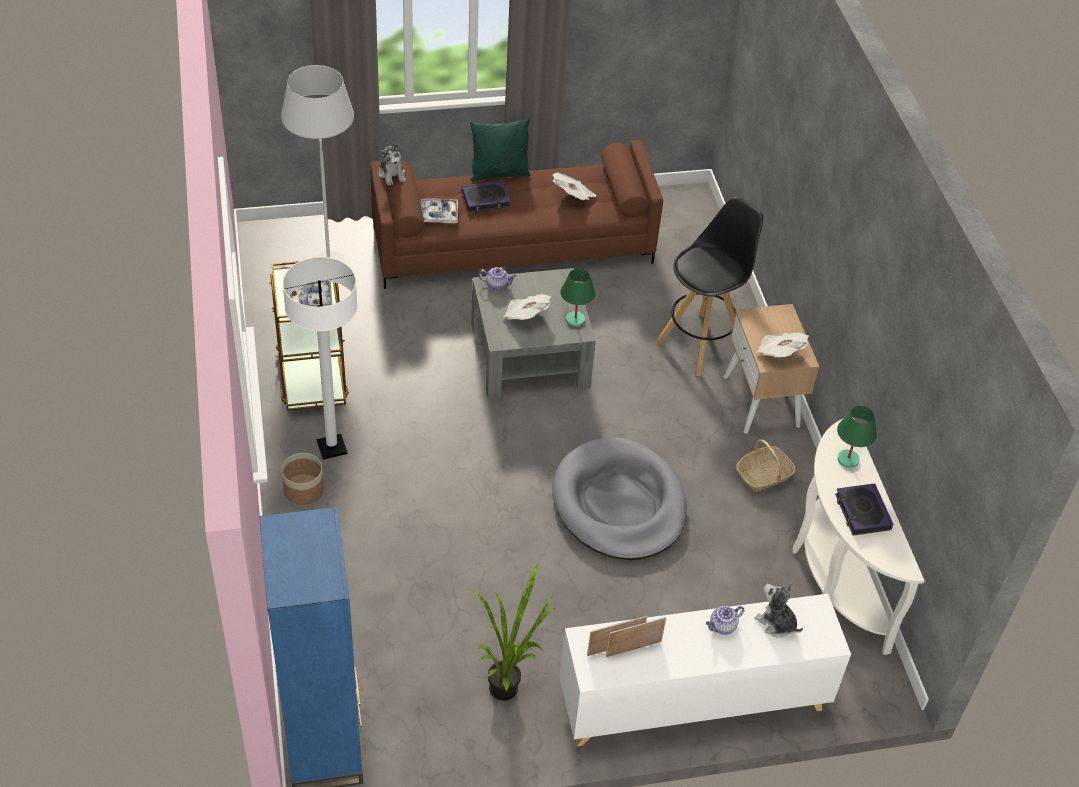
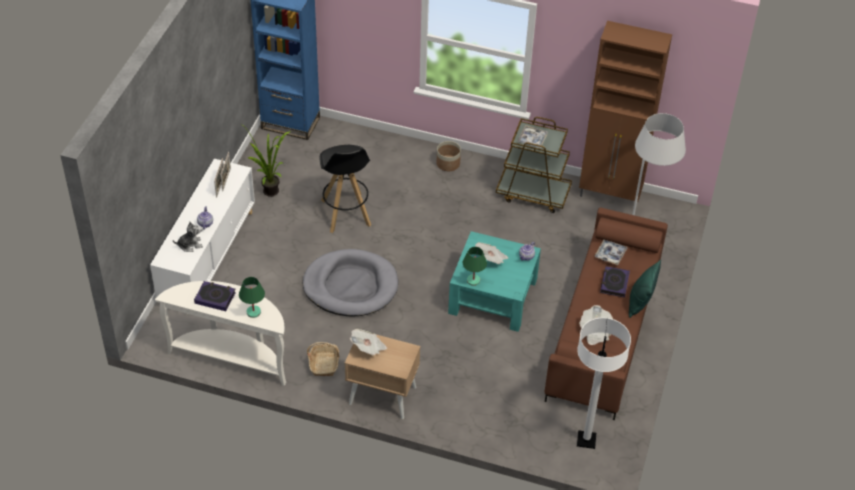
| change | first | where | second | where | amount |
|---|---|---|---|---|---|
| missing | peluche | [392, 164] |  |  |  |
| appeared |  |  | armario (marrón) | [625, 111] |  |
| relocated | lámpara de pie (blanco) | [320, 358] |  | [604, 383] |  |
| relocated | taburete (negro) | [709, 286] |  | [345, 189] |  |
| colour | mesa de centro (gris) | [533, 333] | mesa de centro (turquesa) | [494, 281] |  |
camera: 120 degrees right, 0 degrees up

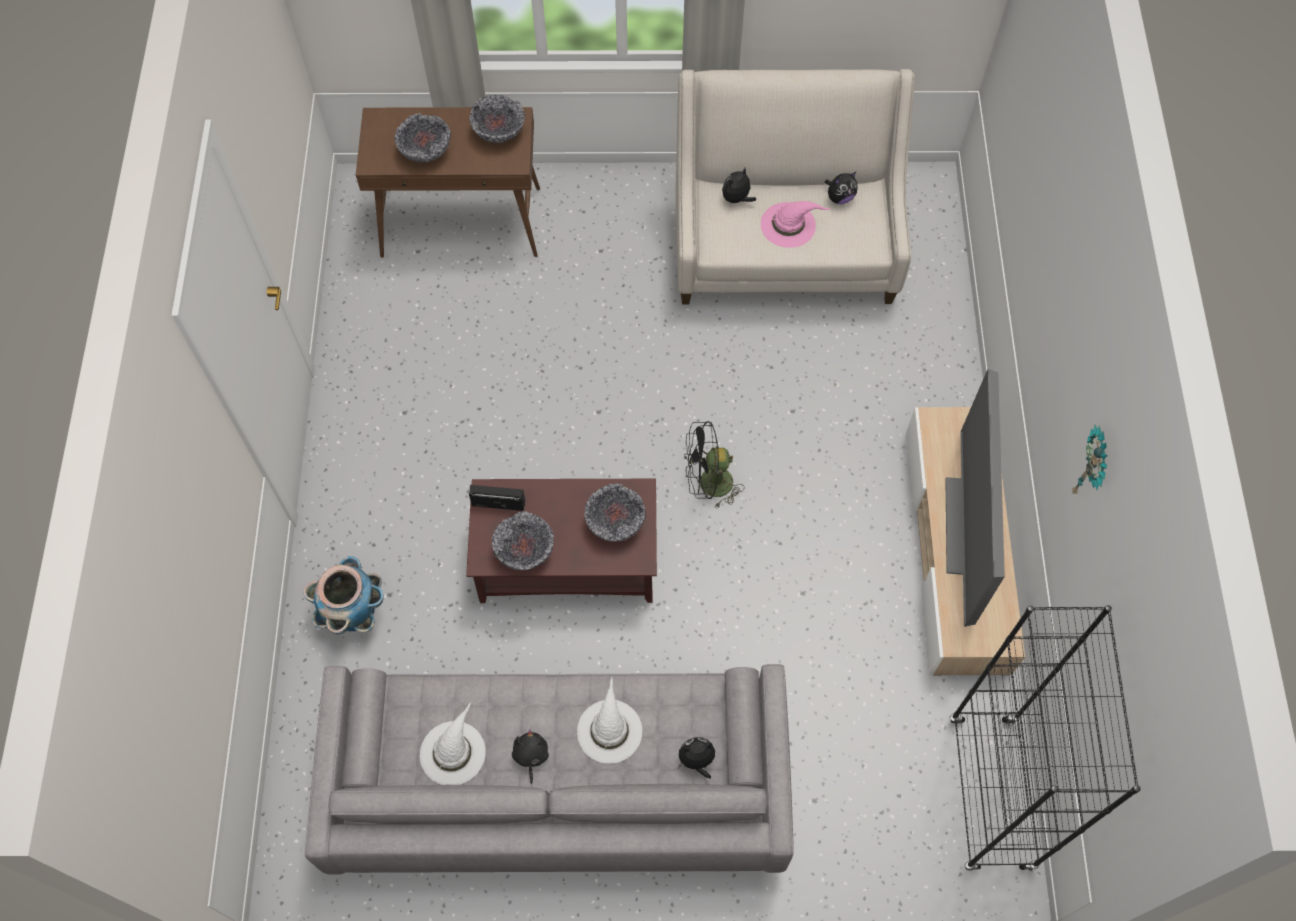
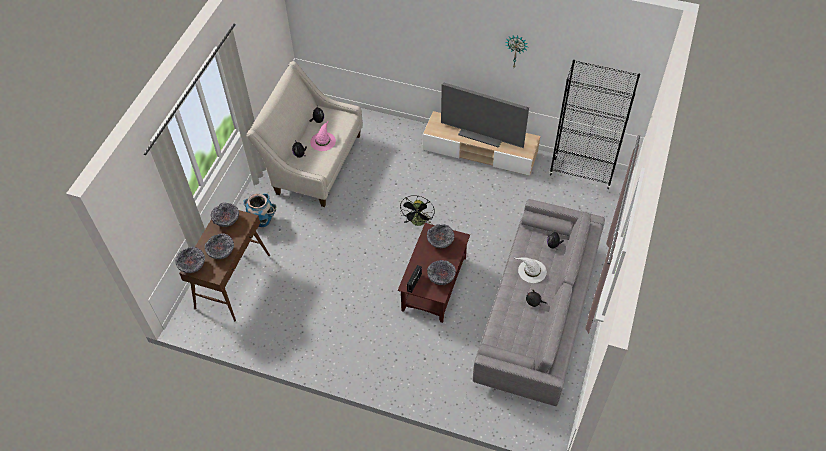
| change | first | where | second | where | amount |
|---|---|---|---|---|---|
| missing | sombrero (blanco) | [453, 743] |  |  |  |
| appeared |  |  | cuenco | [190, 260] |  |
| relocated | maceta | [343, 595] |  | [260, 210] |  |
camera: 70 degrees left, 10 degrees down

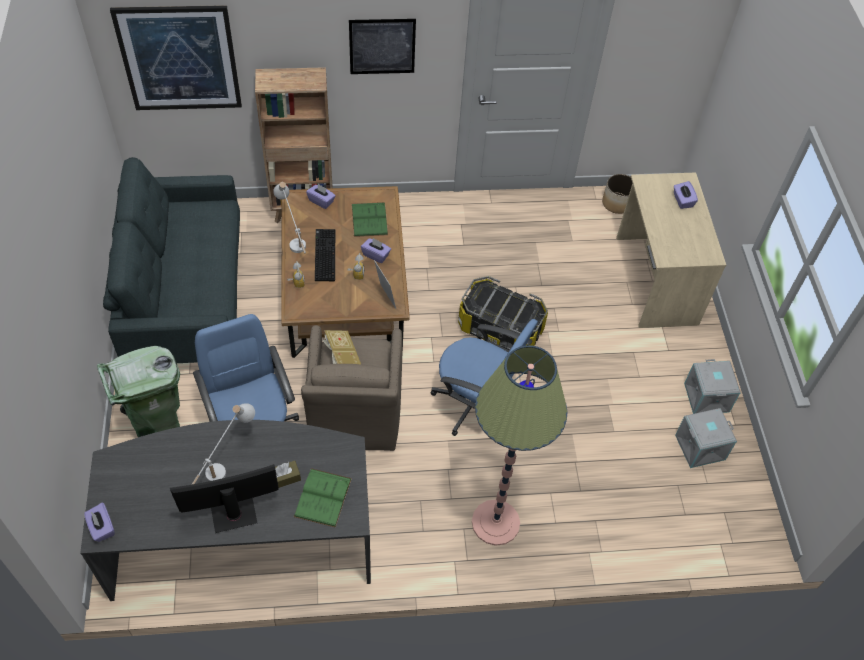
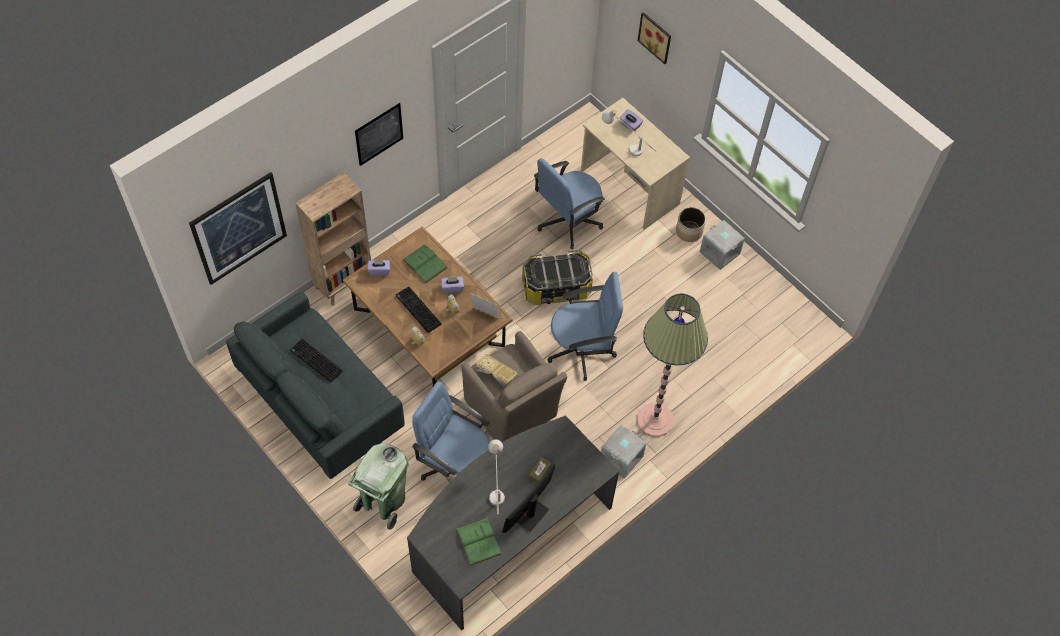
| change | first | where | second | where | amount |
|---|---|---|---|---|---|
| missing | caja de pañuelos (morado) | [99, 522] |  |  |  |
| appeared |  |  | teclado | [316, 360] |  |
| appeared |  |  | silla de oficina (azul) | [569, 203] |  |
| appeared |  |  | cuadro | [654, 38] |  |
| relocated | lámpara de mesa (blanco) | [289, 217] |  | [629, 132] |  |
| relocated | libro (verde) | [323, 498] |  | [479, 541] |  |
| relocated | maceta | [617, 194] |  | [691, 224] |  |
| relocated | caja de almacenaje (gris) | [706, 438] |  | [624, 452] |  |
camera: 35 degrees left, 5 degrees up

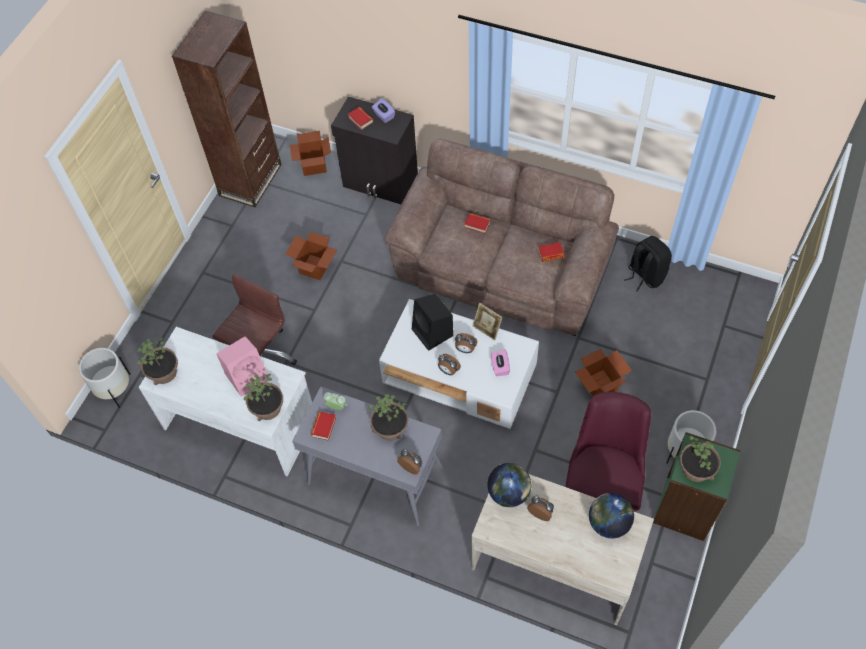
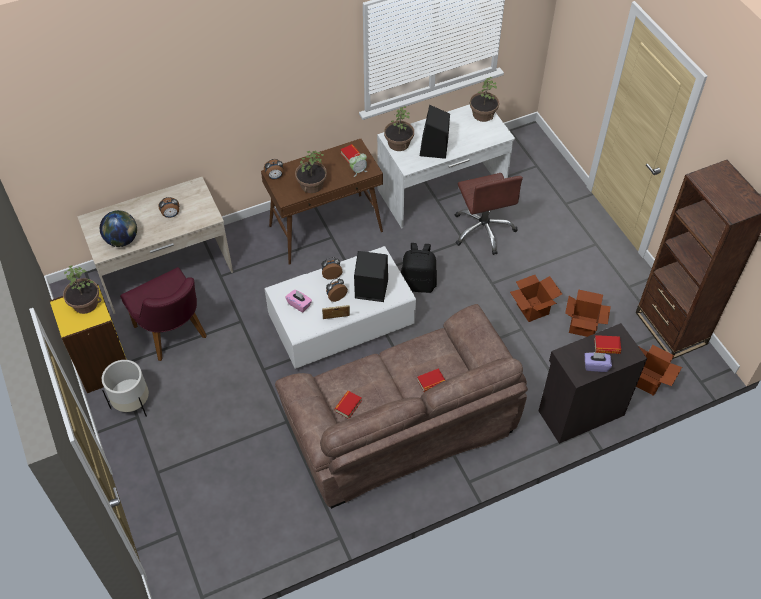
| change | first | where | second | where | amount |
|---|---|---|---|---|---|
| missing | maceta (blanco) | [105, 378] |  |  |  |
| missing | globo terráqueo | [509, 485] |  |  |  |
| relocated | caja de cartón | [603, 372] |  | [588, 313] |  |
| relocated | mochila (negro) | [648, 264] |  | [419, 268] |  |
| colour | altavoz (rosa) | [243, 367] | altavoz (negro) | [435, 132] |  |
| colour | mesa consola (gris) | [368, 456] | mesa consola (marrón) | [322, 202] |  |
| colour | estantería (verde) | [697, 486] | estantería (amarillo) | [88, 338] |  |
camera: 130 degrees right, 5 degrees down

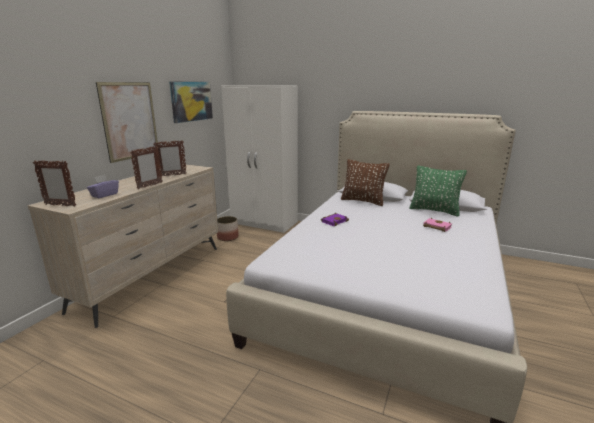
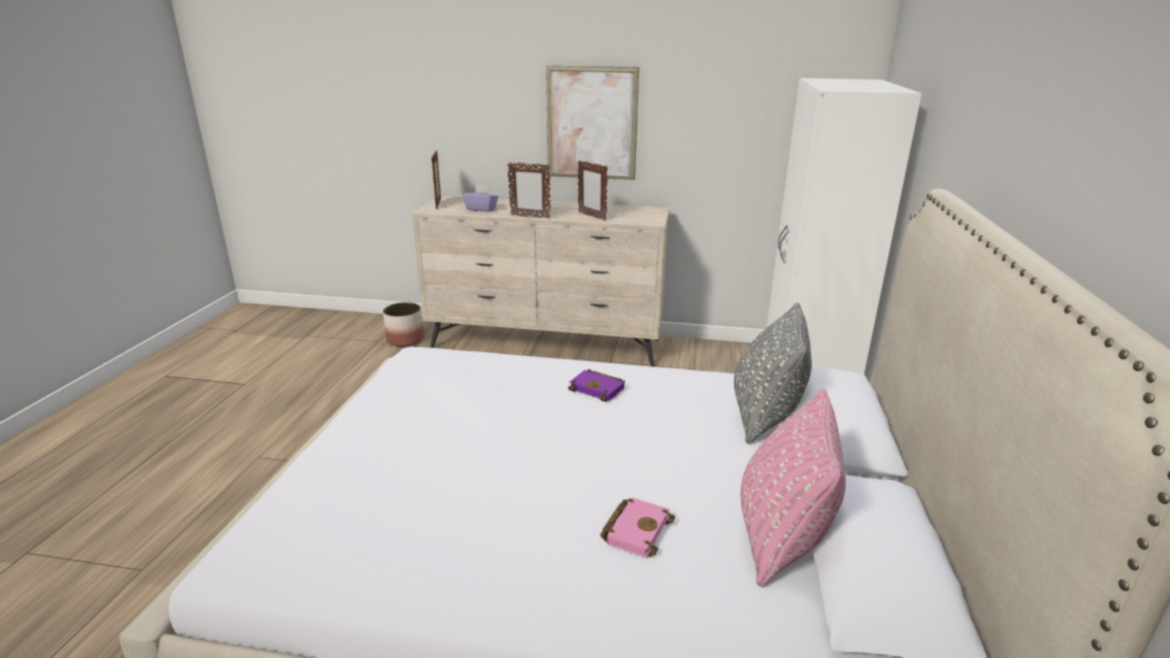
| change | first | where | second | where | amount |
|---|---|---|---|---|---|
| missing | cuadro | [191, 102] |  |  |  |
| relocated | maceta | [228, 228] |  | [403, 324] |  |
| colour | cojín (marrón) | [365, 182] | cojín (gris) | [773, 373] |  |
| colour | cojín (verde) | [438, 191] | cojín (rosa) | [793, 488] |  |
camera: 75 degrees right, 5 degrees up

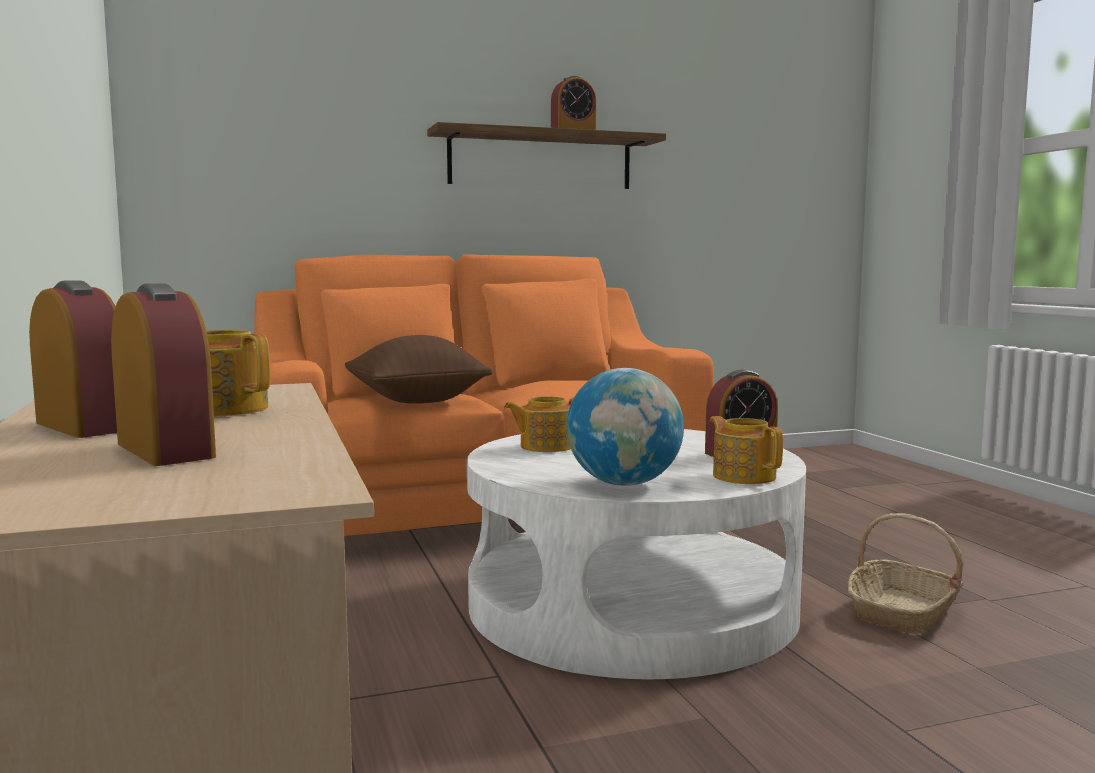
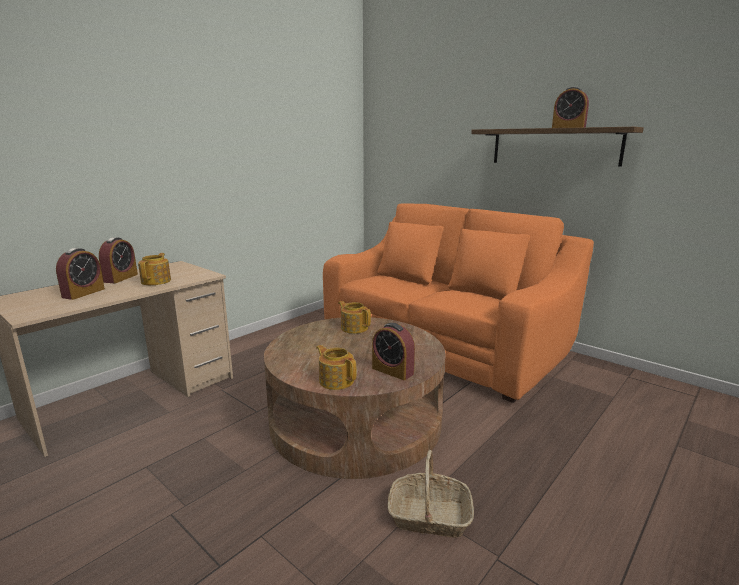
| change | first | where | second | where | amount |
|---|---|---|---|---|---|
| missing | cojín (marrón) | [418, 369] |  |  |  |
| missing | globo terráqueo | [625, 427] |  |  |  |
| colour | mesa de centro (blanco) | [636, 554] | mesa de centro (marrón) | [354, 398] |  |
| spun | tetera | [746, 450] |  | [336, 367] | 75 degrees counterclockwise |
camera: 60 degrees right, 10 degrees up

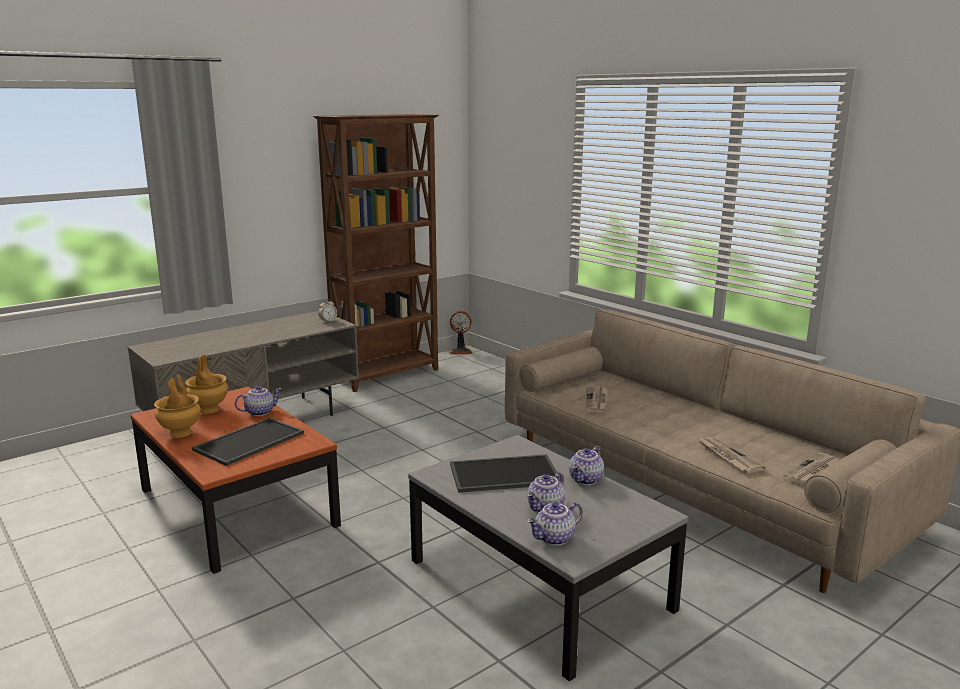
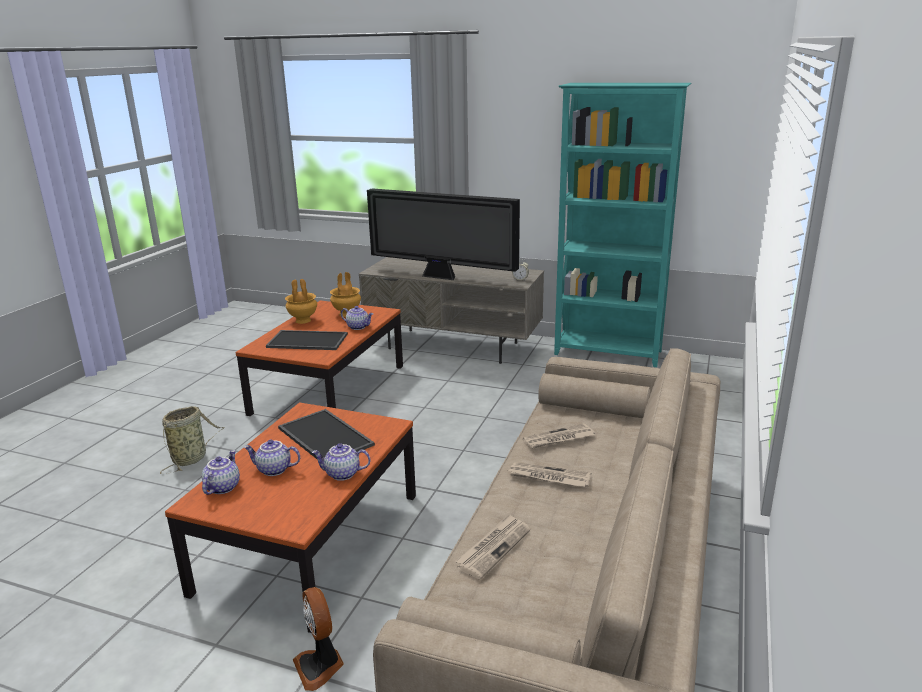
| change | first | where | second | where | amount |
|---|---|---|---|---|---|
| appeared |  |  | cesta | [192, 440] |  |
| appeared |  |  | televisor | [443, 234] |  |
| relocated | ventilador | [460, 332] |  | [318, 639] |  |
| relocated | periódico | [811, 468] |  | [550, 474] |  |
| colour | estantería (marrón) | [376, 253] | estantería (turquesa) | [623, 225] |  |
| colour | mesa de centro (gris) | [548, 558] | mesa de centro (marrón) | [290, 517] |  |
| spun | tetera | [555, 524] |  | [221, 472] | 75 degrees clockwise |
camera: 60 degrees right, 5 degrees up

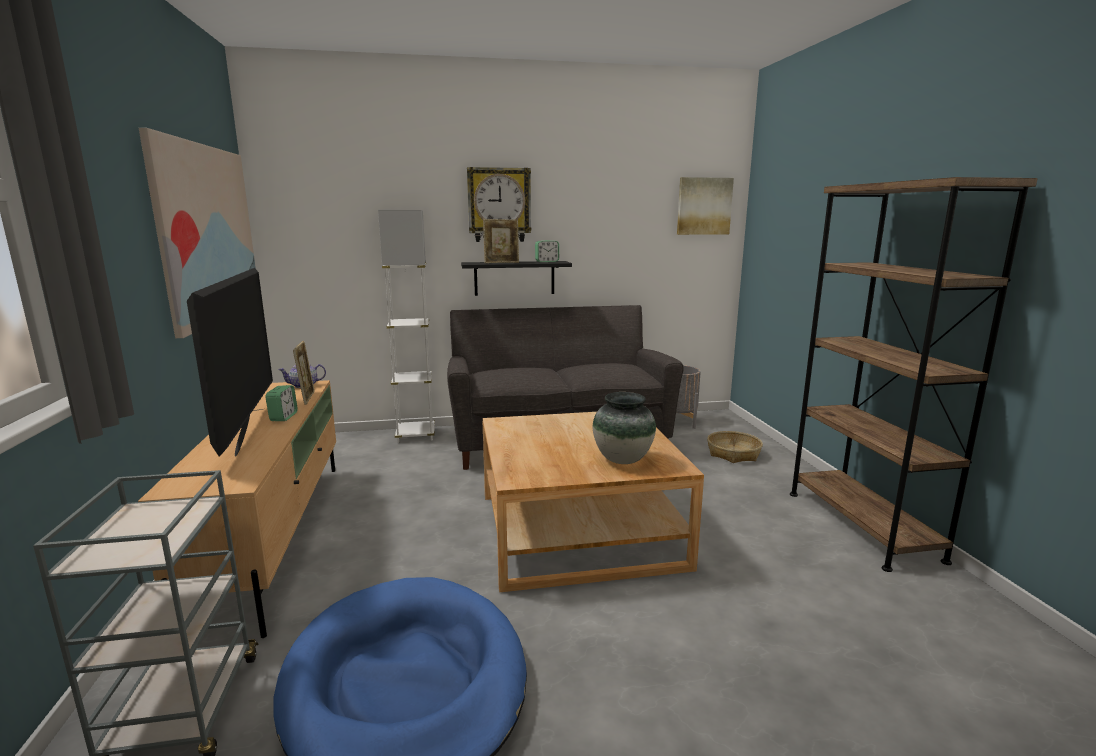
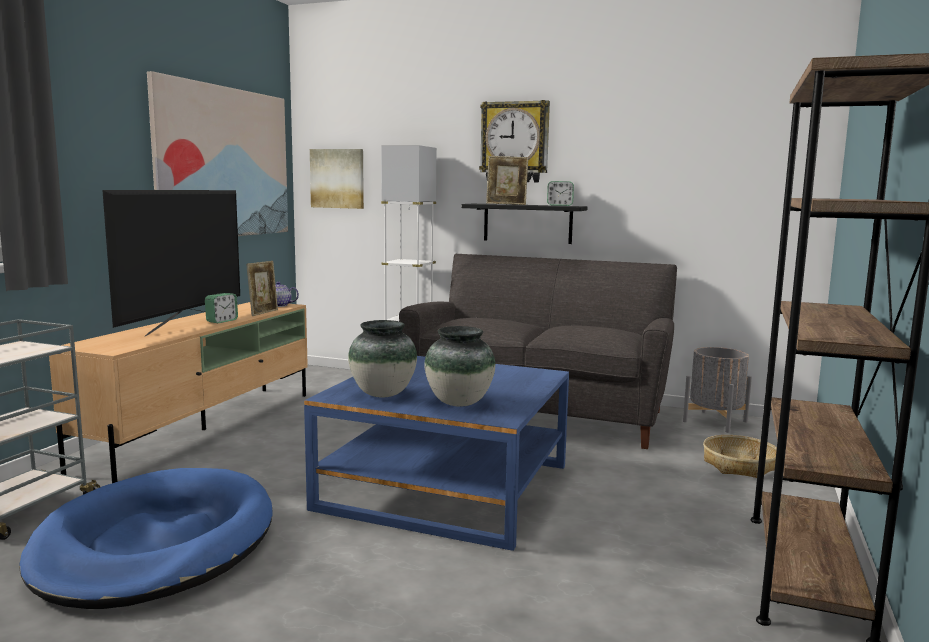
| change | first | where | second | where | amount |
|---|---|---|---|---|---|
| appeared |  |  | florero | [382, 358] |  |
| relocated | cuadro | [705, 206] |  | [337, 179] |  |
| colour | mesa de centro (beis) | [593, 502] | mesa de centro (azul) | [436, 453] |  |
camera: 30 degrees right, 5 degrees down

